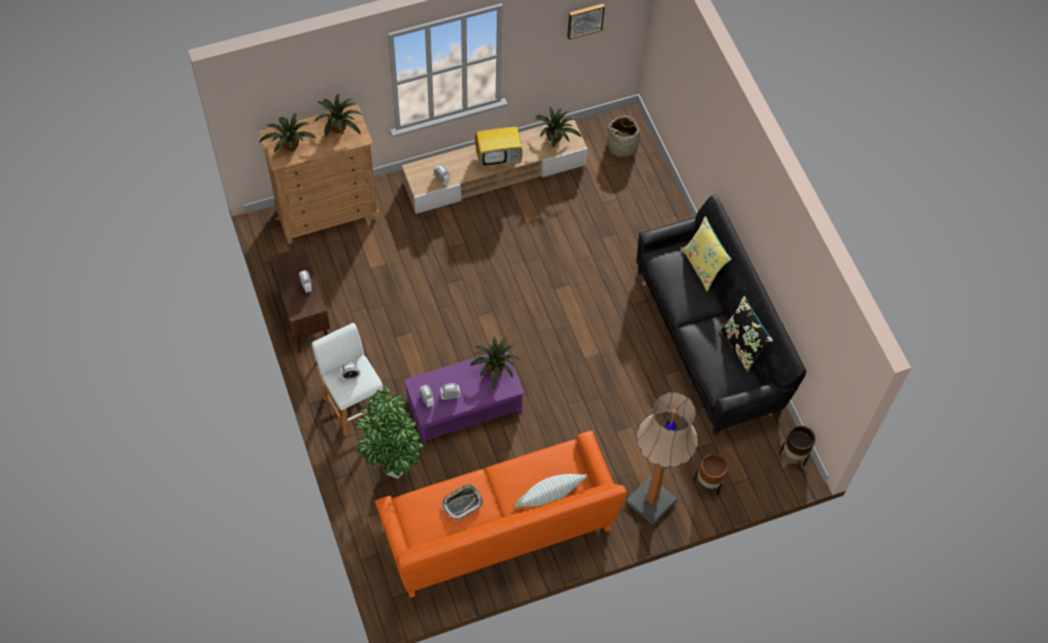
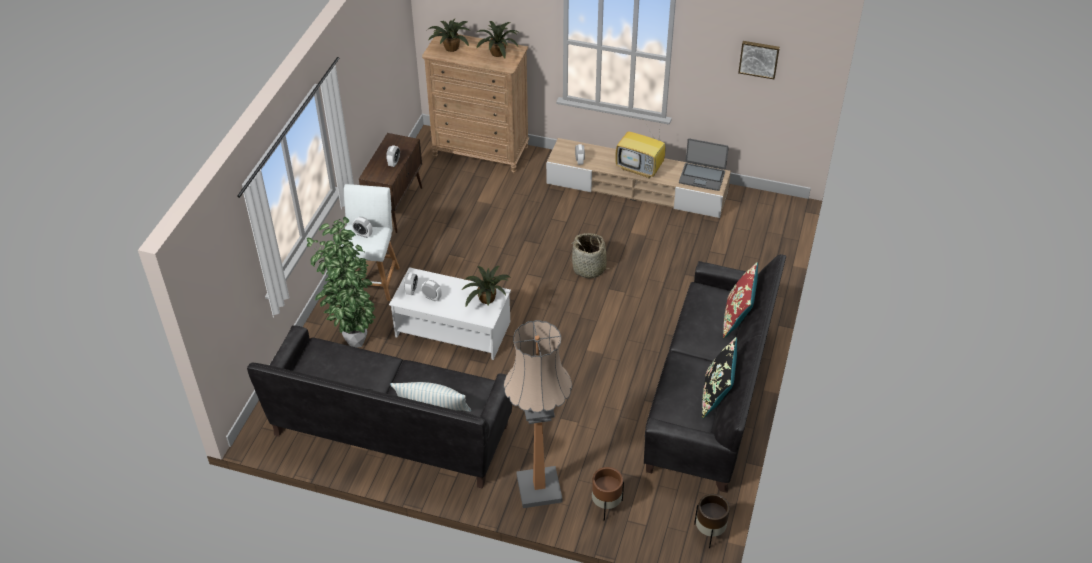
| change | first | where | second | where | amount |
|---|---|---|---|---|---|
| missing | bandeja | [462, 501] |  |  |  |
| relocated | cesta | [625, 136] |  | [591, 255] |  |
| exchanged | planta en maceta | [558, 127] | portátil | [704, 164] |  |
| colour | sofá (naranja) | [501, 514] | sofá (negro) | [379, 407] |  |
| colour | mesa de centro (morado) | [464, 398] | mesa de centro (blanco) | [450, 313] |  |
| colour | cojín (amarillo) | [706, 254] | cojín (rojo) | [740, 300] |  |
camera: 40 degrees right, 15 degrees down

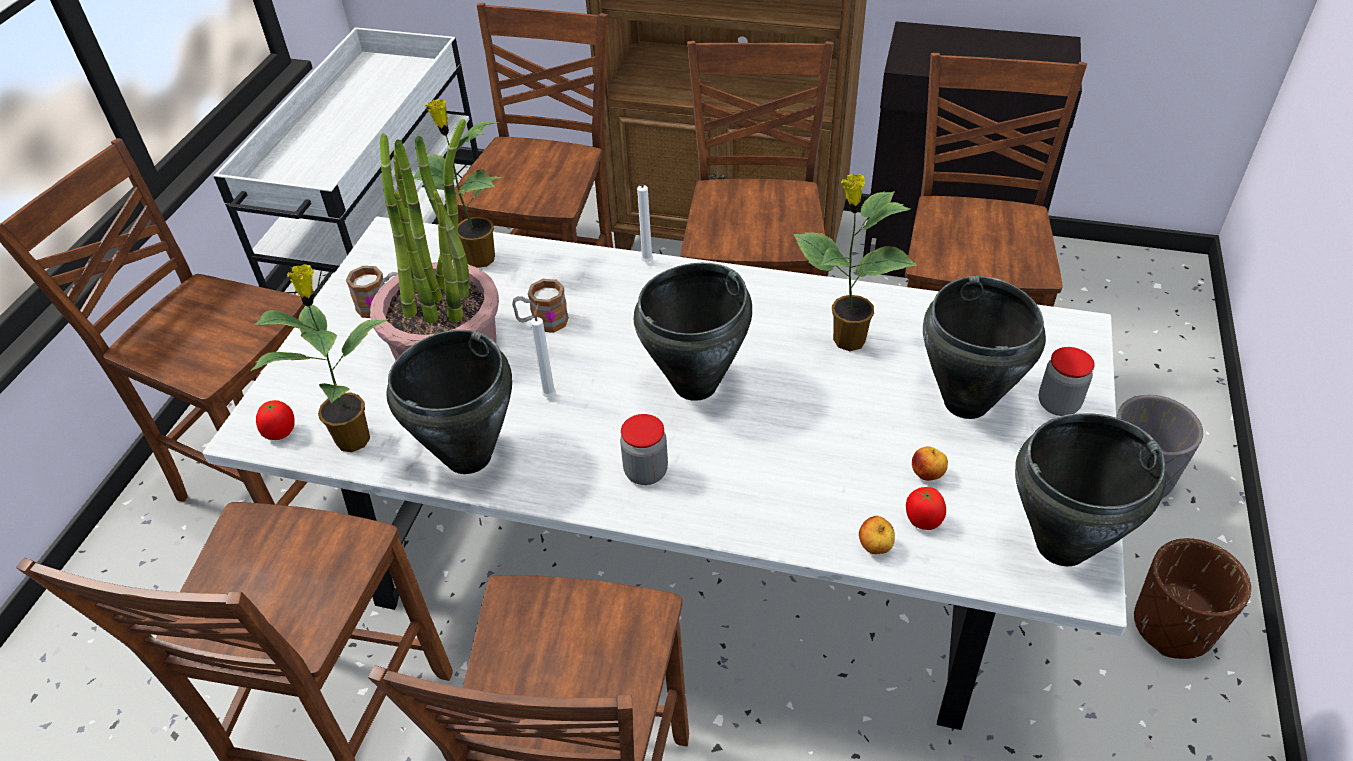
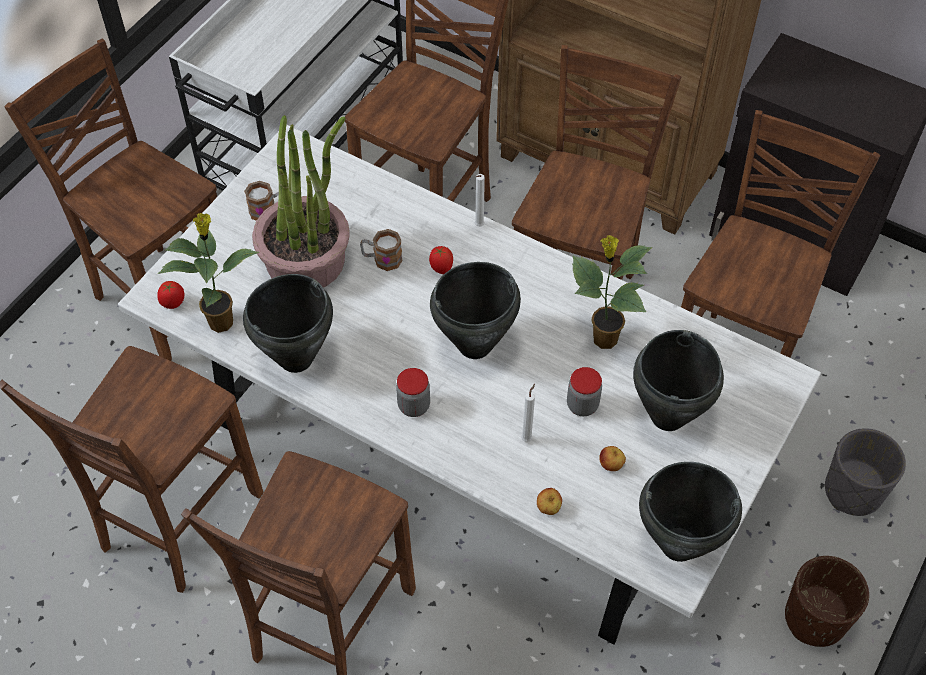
| change | first | where | second | where | amount |
|---|---|---|---|---|---|
| missing | planta en maceta | [459, 183] |  |  |  |
| relocated | vela (blanco) | [543, 350] |  | [528, 413] |  |
| relocated | tomate | [926, 508] |  | [441, 260] |  |
| relocated | tarro | [1067, 381] |  | [584, 391] |  |
camera: 15 degrees right, 10 degrees up

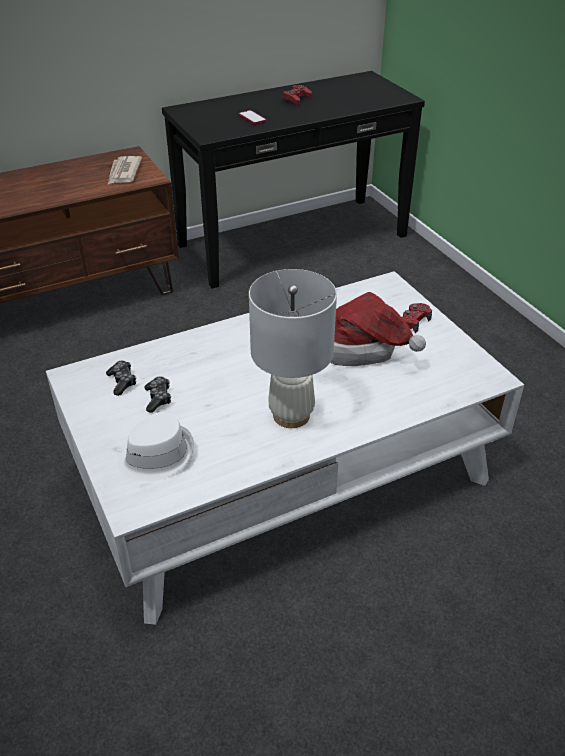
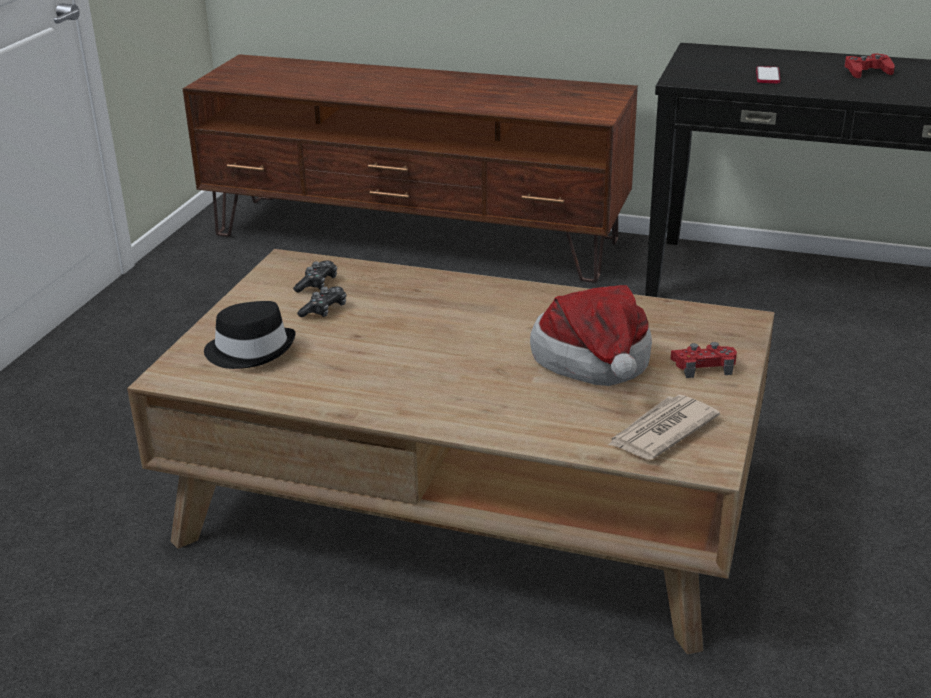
| change | first | where | second | where | amount |
|---|---|---|---|---|---|
| missing | lámpara de mesa (blanco) | [293, 348] |  |  |  |
| relocated | periódico | [125, 170] |  | [664, 427] |  |
| colour | mesa de centro (blanco) | [285, 448] | mesa de centro (marrón) | [451, 451] |  |
| colour | sombrero (blanco) | [155, 446] | sombrero (negro) | [250, 335] |  |
camera: 45 degrees right, 10 degrees down

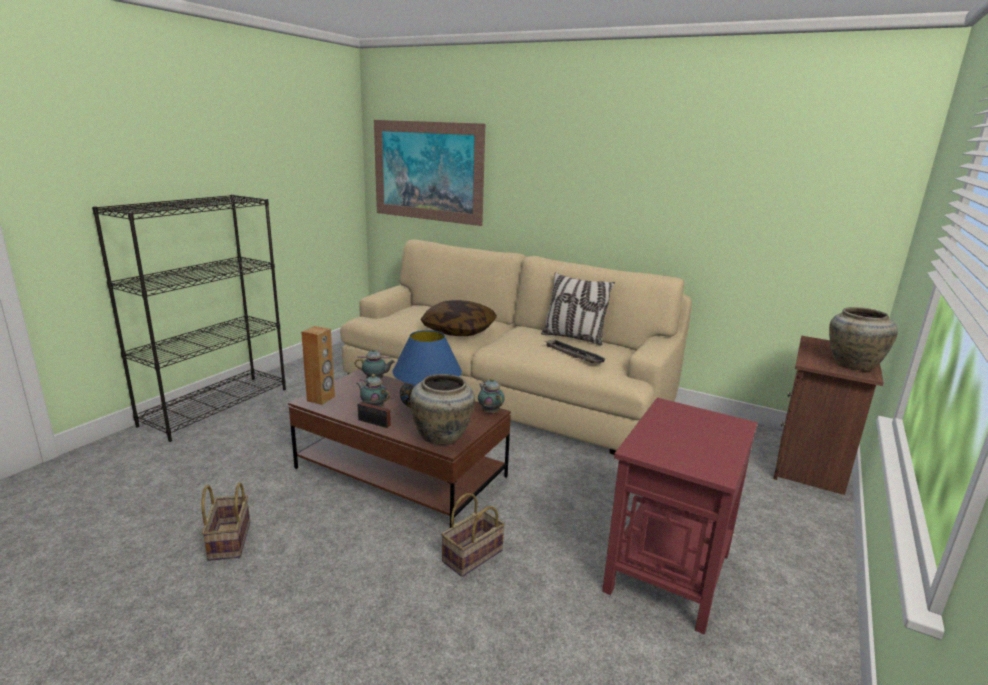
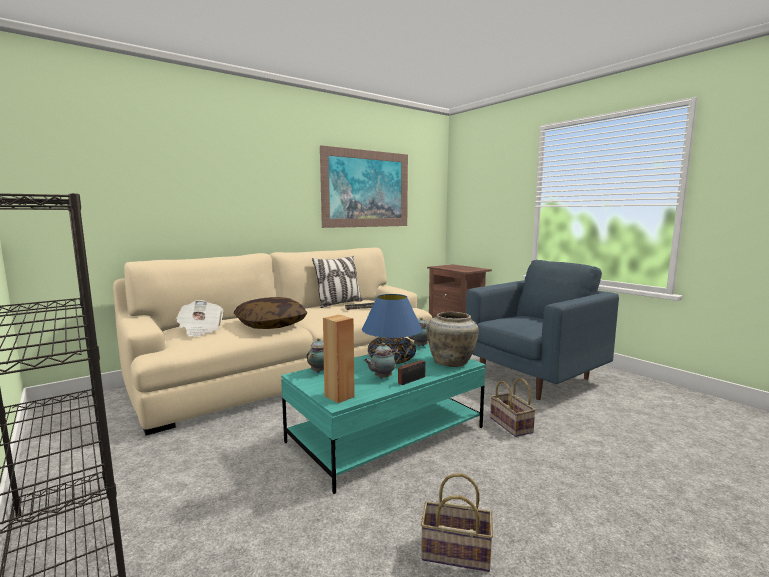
| change | first | where | second | where | amount |
|---|---|---|---|---|---|
| missing | florero (beis) | [863, 339] |  |  |  |
| appeared |  |  | periódico | [200, 318] |  |
| relocated | cuadro | [429, 173] |  | [364, 186] |  |
| exchanged | mesa auxiliar (rojo) | [680, 516] | sillón (azul) | [542, 330] |  |
| colour | mesa de centro (marrón) | [399, 448] | mesa de centro (turquesa) | [383, 419] |  |
camera: 65 degrees left, 10 degrees down

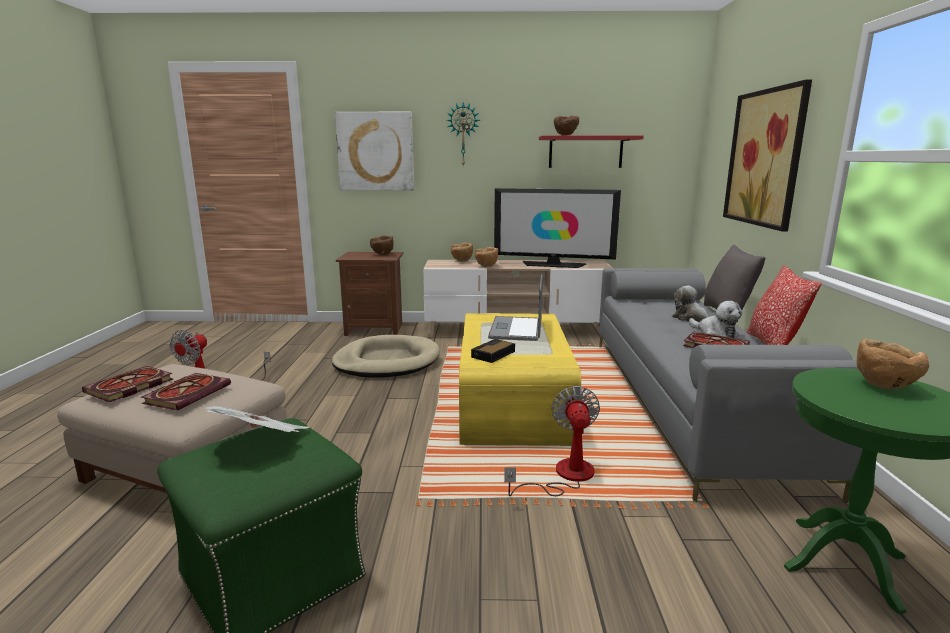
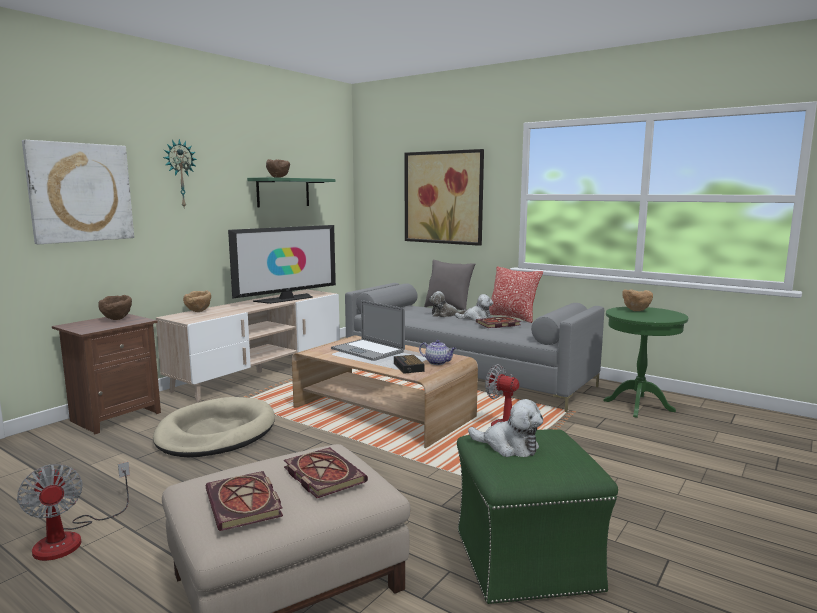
| change | first | where | second | where | amount |
|---|---|---|---|---|---|
| missing | cuenco (marrón) | [486, 257] |  |  |  |
| appeared |  |  | tetera | [437, 352] |  |
| exchanged | periódico | [256, 419] | peluche | [505, 428] |  |
| colour | mesa de centro (amarillo) | [520, 379] | mesa de centro (marrón) | [385, 392] |  |
| colour | estante (rojo) | [591, 151] | estante (verde) | [291, 192] |  |
camera: 55 degrees left, 5 degrees down

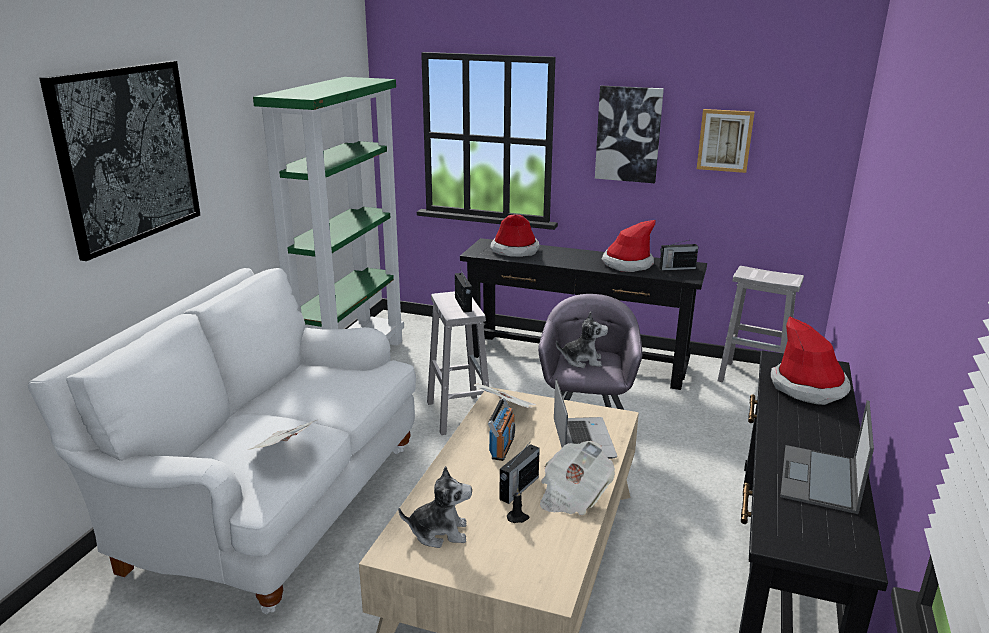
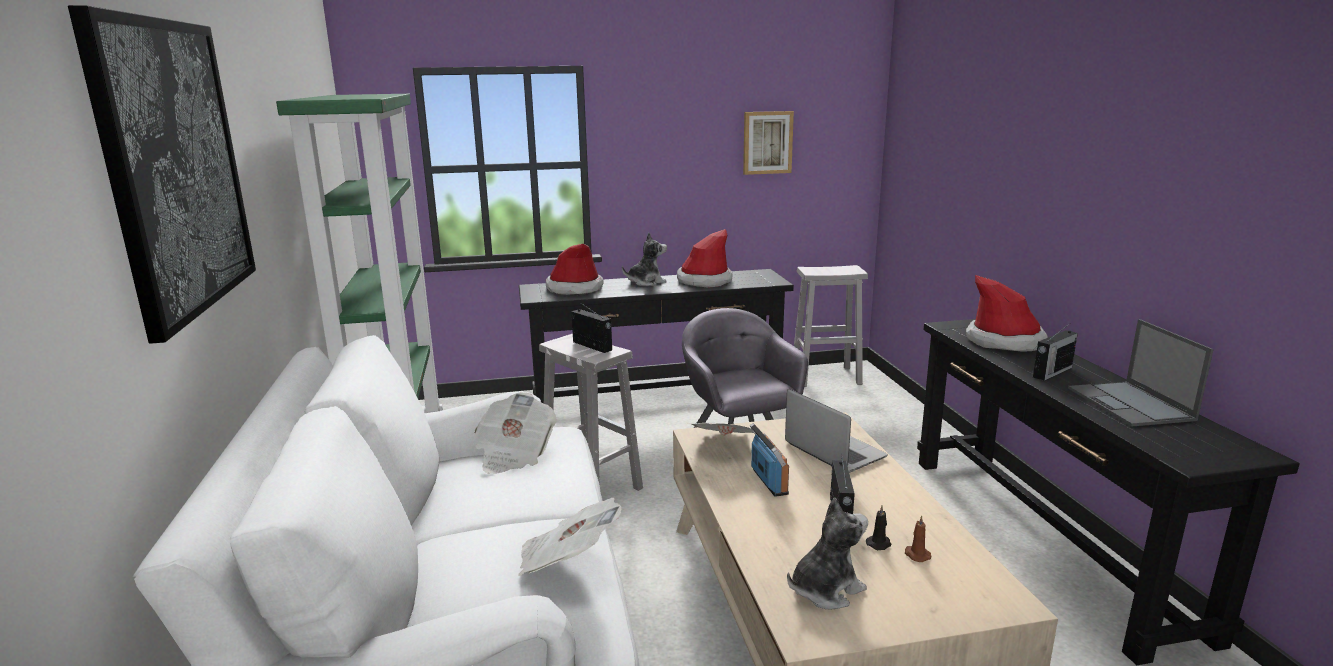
| change | first | where | second | where | amount |
|---|---|---|---|---|---|
| missing | cuadro | [629, 134] |  |  |  |
| appeared |  |  | vela (marrón) | [918, 538] |  |
| relocated | periódico | [577, 478] |  | [515, 433] |  |
| relocated | peluche | [582, 340] |  | [644, 259] |  |
| relocated | radio | [678, 254] |  | [1055, 352] |  |
camera: 30 degrees left, 5 degrees down

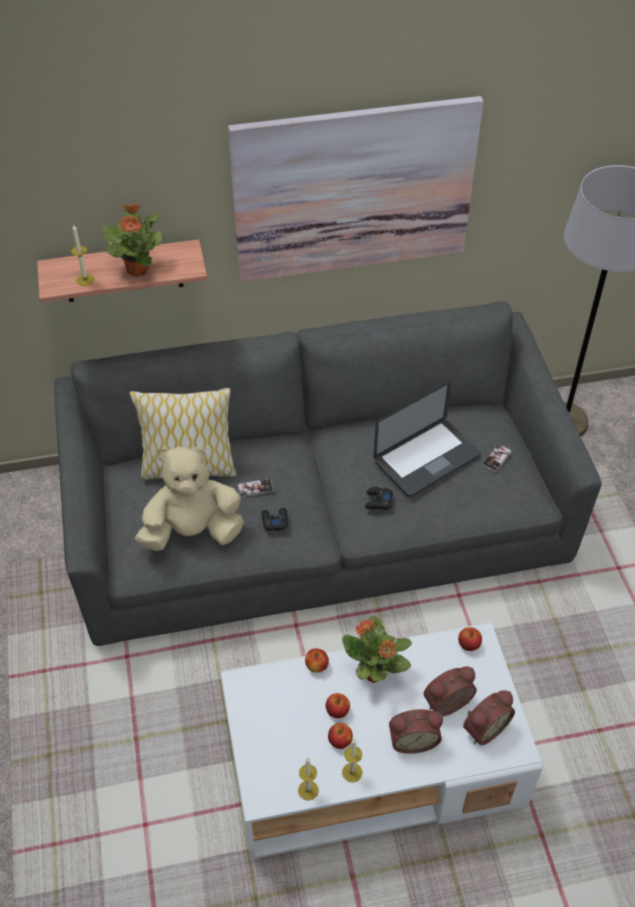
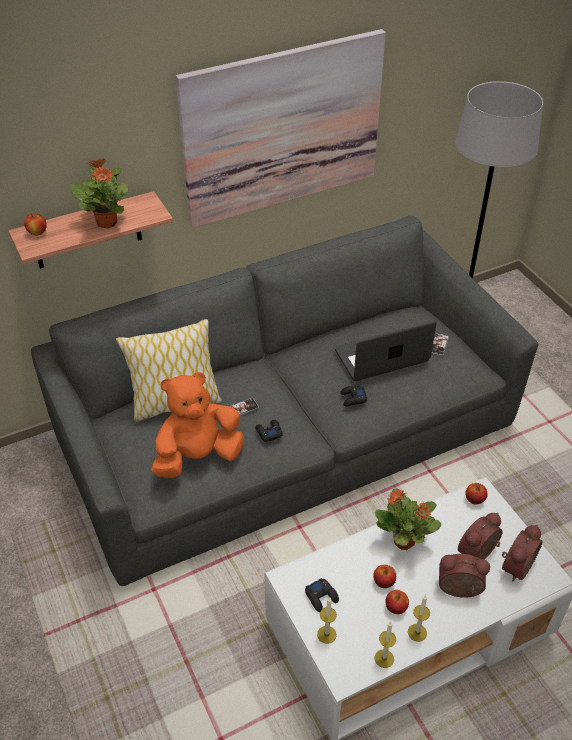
| change | first | where | second | where | amount |
|---|---|---|---|---|---|
| appeared |  |  | mando de consola (negro) | [322, 595] |  |
| relocated | vela | [83, 255] |  | [327, 620] |  |
| relocated | manzana | [317, 660] |  | [35, 224] |  |
| colour | peluche (beis) | [189, 499] | peluche (naranja) | [197, 425] |  |
| spun | portátil | [427, 439] |  | [385, 351] | 150 degrees counterclockwise |
| spun | despertador | [416, 731] |  | [464, 576] | 150 degrees counterclockwise |
camera: 15 degrees left, 5 degrees down

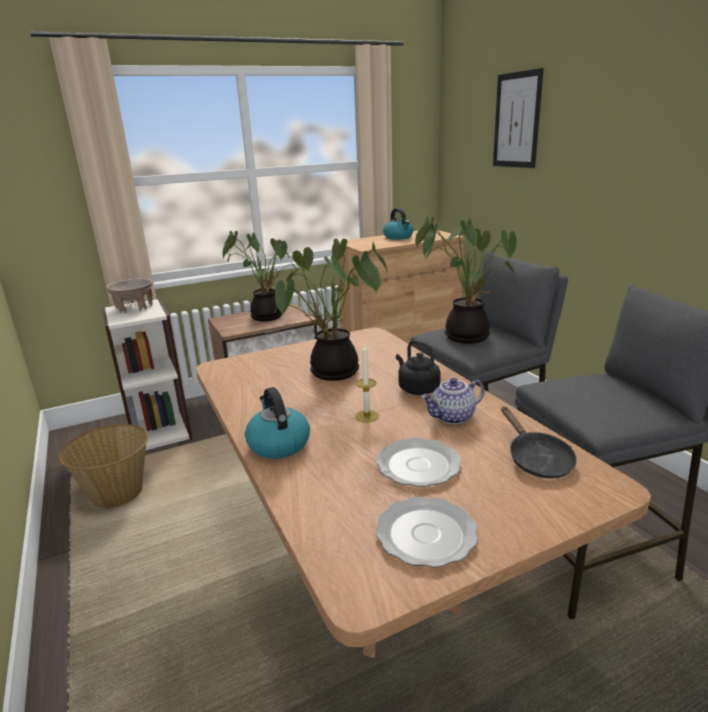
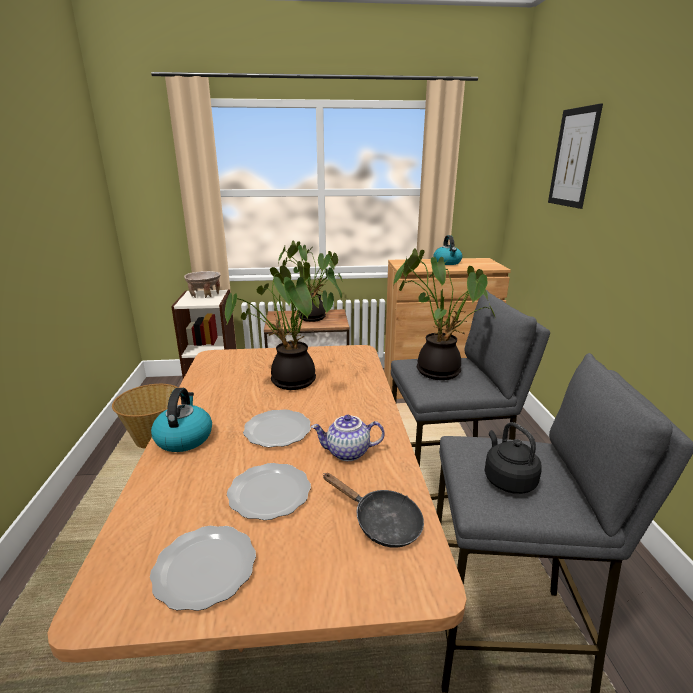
| change | first | where | second | where | amount |
|---|---|---|---|---|---|
| relocated | hervidor (negro) | [418, 367] |  | [513, 458] |  |
| exchanged | vela | [367, 383] | plato | [277, 428] |  |
| spun | sartén (negro) | [539, 442] |  | [373, 510] | 60 degrees counterclockwise |
camera: 20 degrees right, 0 degrees up

